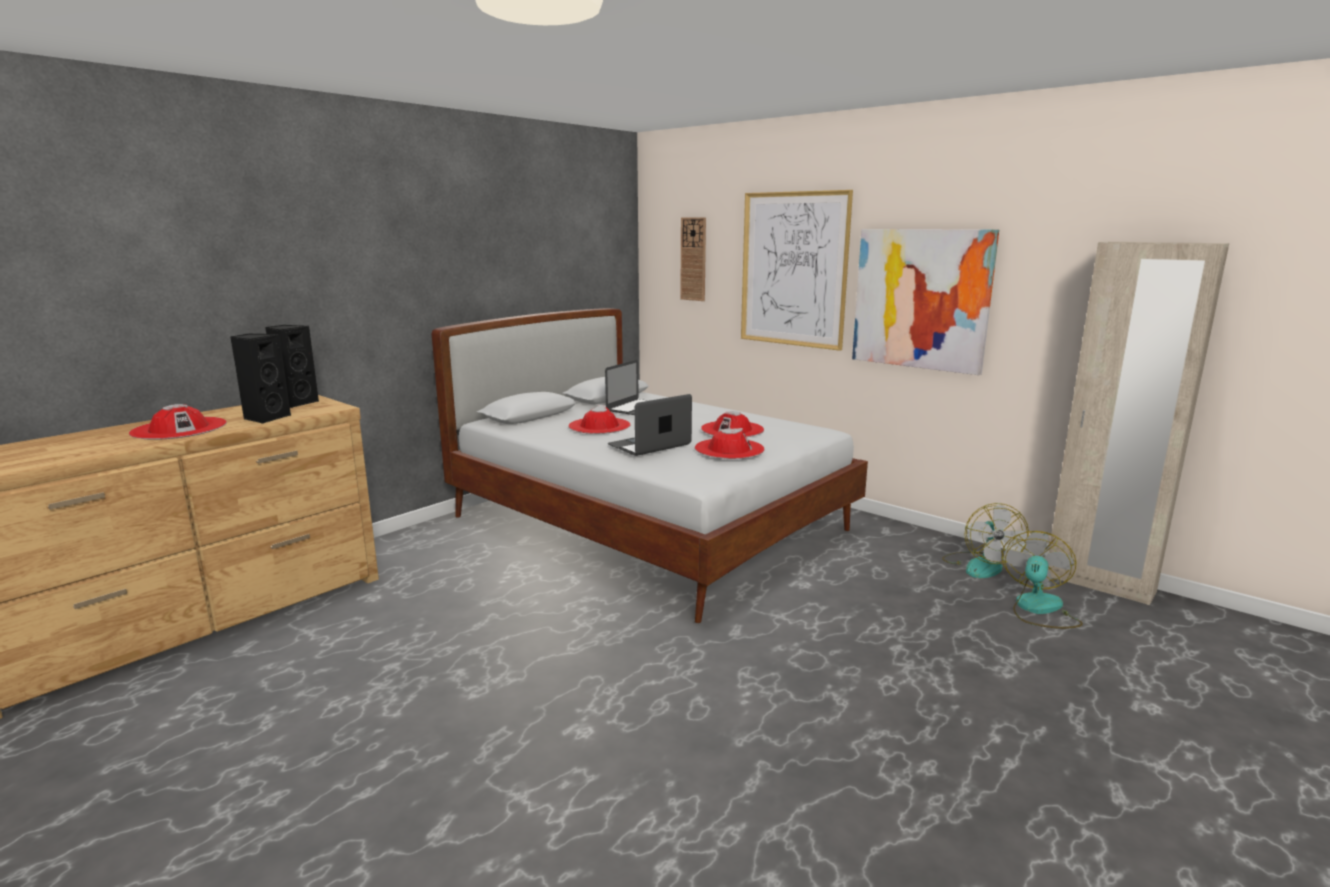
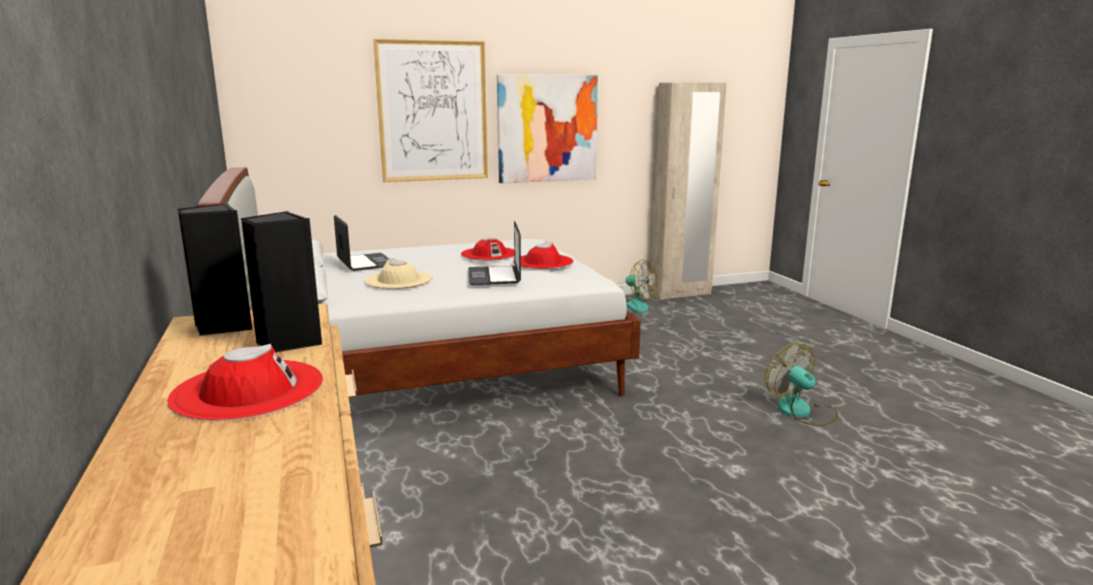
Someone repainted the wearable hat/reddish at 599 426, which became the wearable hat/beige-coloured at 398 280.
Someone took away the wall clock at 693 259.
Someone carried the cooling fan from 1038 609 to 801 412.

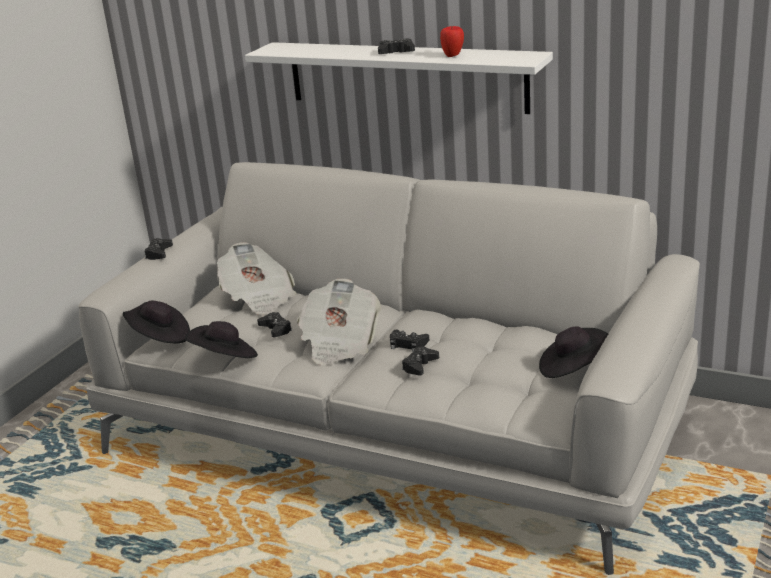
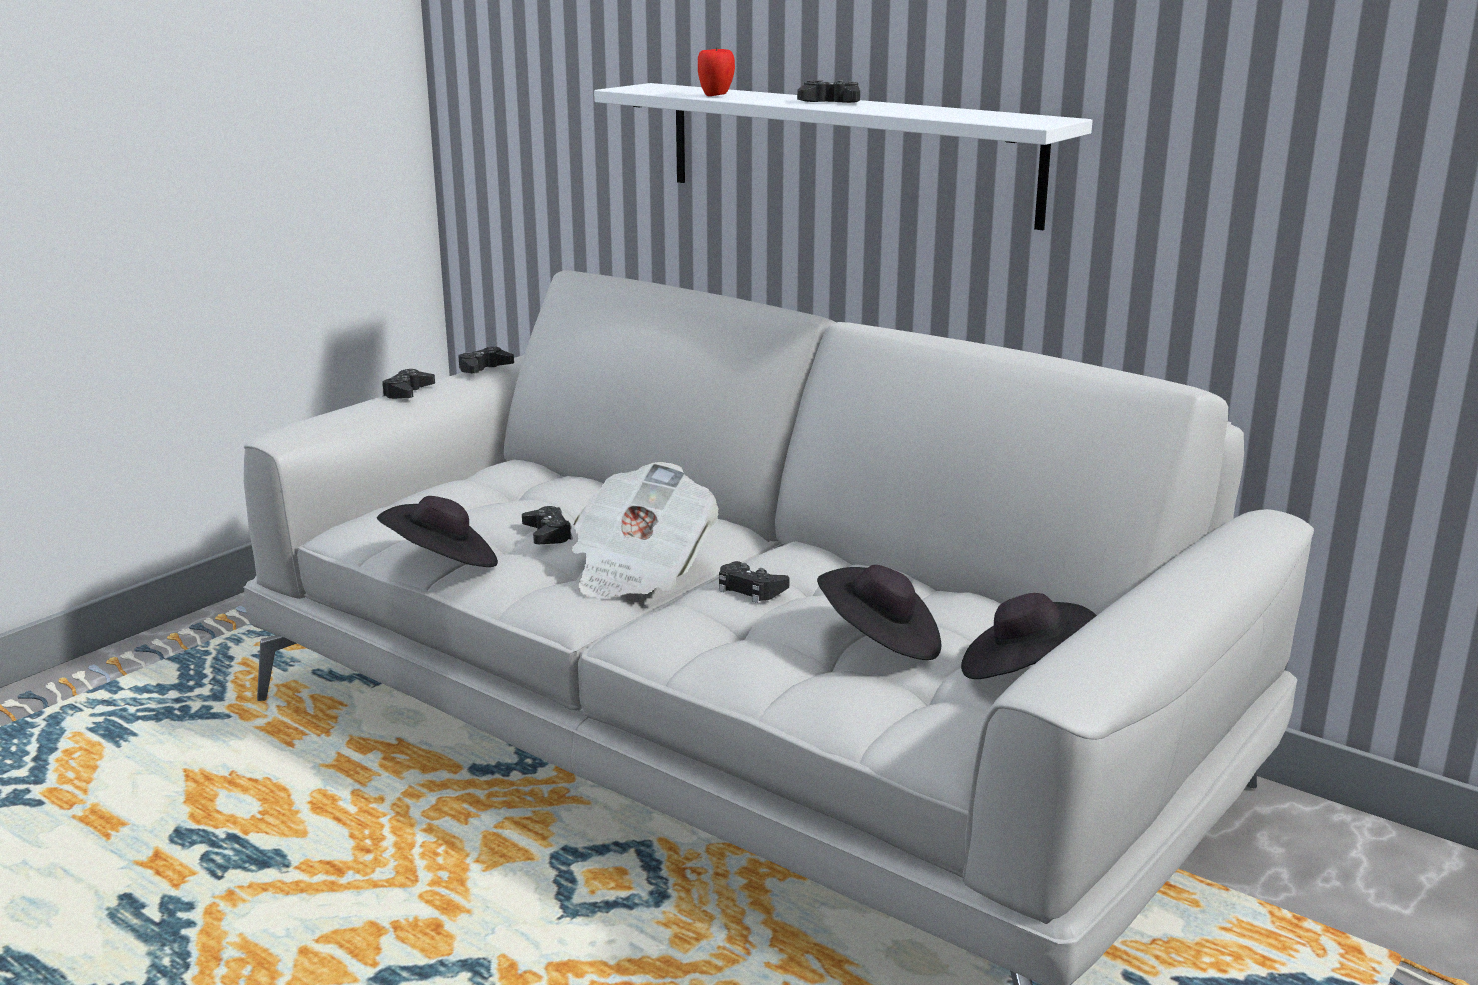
Someone carried the wearable hat/black-coloured from 160 337 to 880 642.
Someone took away the daily paper at 259 297.
Someone carried the game controller/black-coloured from 420 365 to 484 368.
Someone carried the whole apple from 453 55 to 716 95.

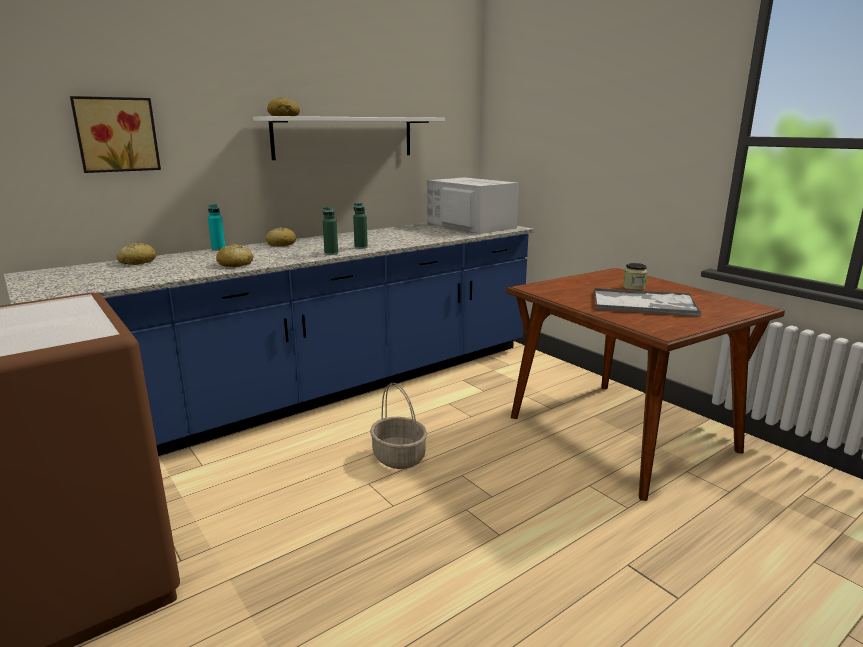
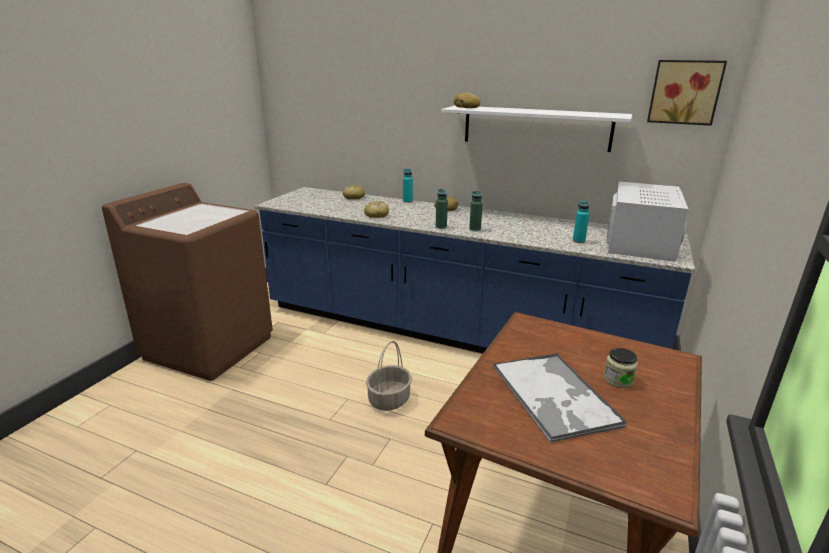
Someone carried the picture from 116 134 to 684 92.
Someone put down the beverage bottle/turquoise-coloured at 578 241.

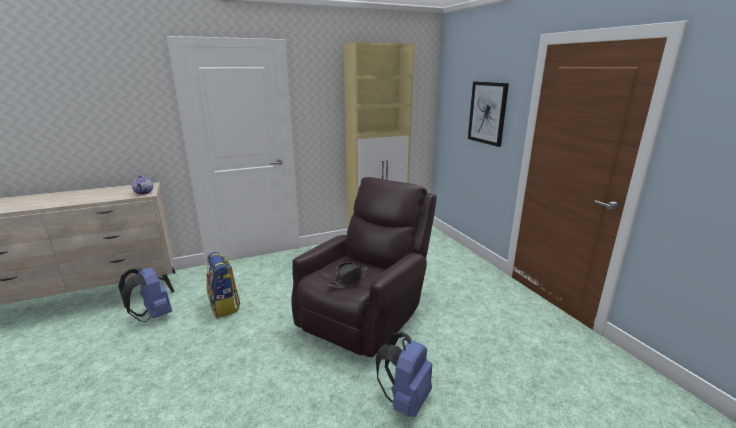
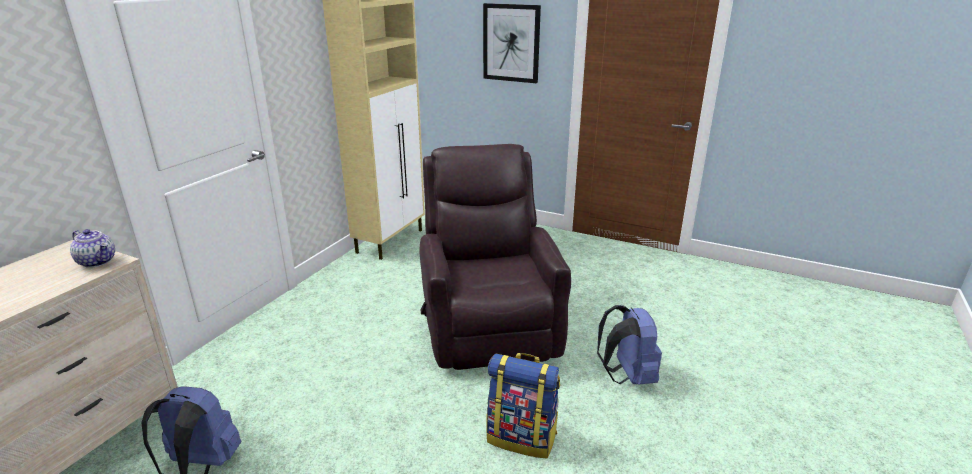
Someone carried the knapsack from 225 306 to 522 437.
Someone took away the wearable hat/black-coloured at 349 279.

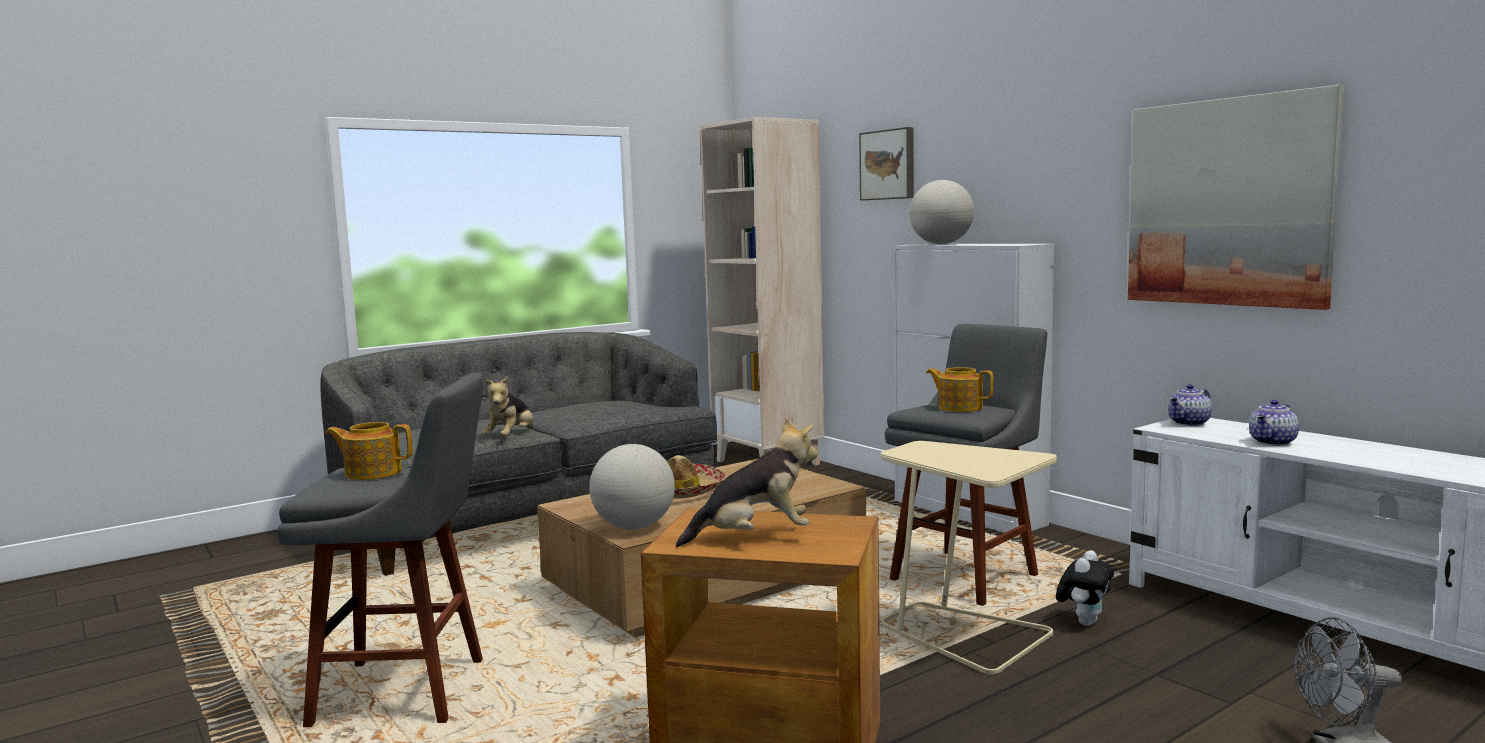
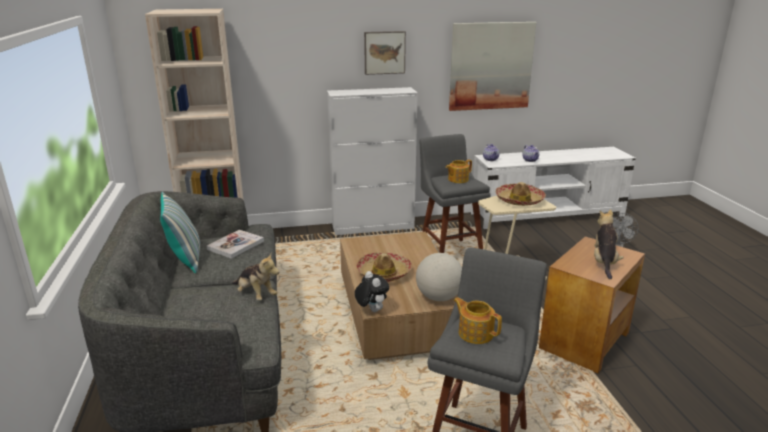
Someone rotated the teapot at 372 473 by 105 degrees clockwise.
Someone carried the picture from 888 164 to 384 52.
Someone took away the world globe at 941 244.
Someone carried the cuddly toy from 1084 622 to 371 310.
Someone put down the throw pillow at 185 259.
Someone put down the bound book at 235 245.
Someone put down the wearable hat at 519 200.

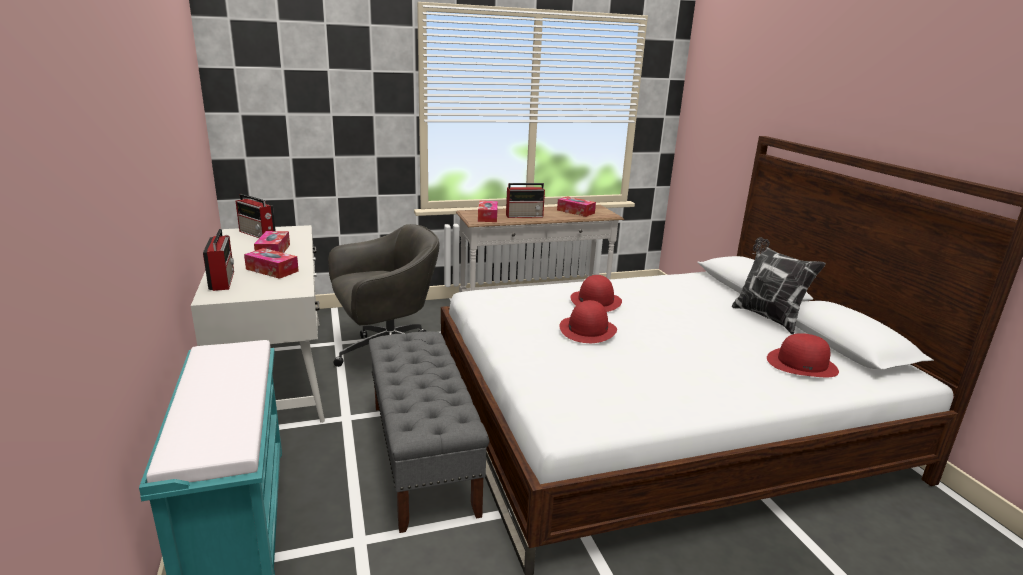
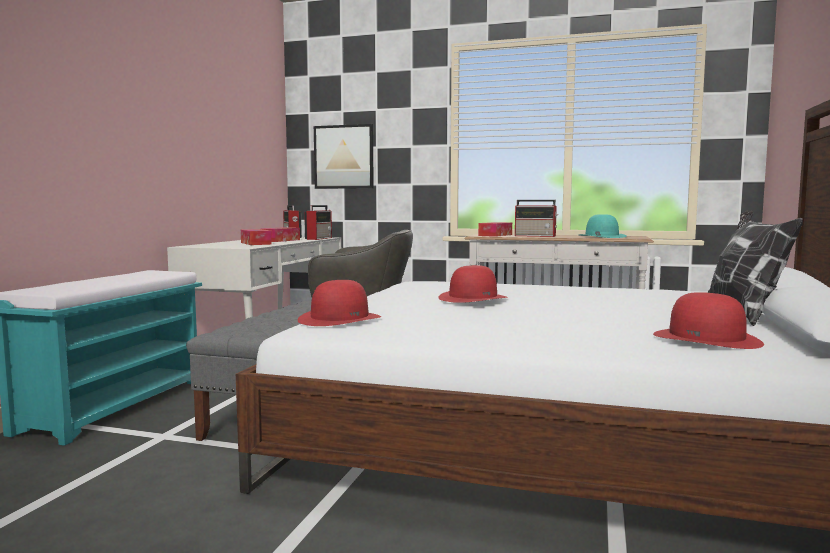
Someone carried the radio set from 222 280 to 319 238.
Someone swapped the tissue holder at 575 211 for the wearable hat/turquoise-coloured at 601 236.
Someone carried the wearable hat/reddish from 595 301 to 340 318.
Someone put up the picture at 344 157.

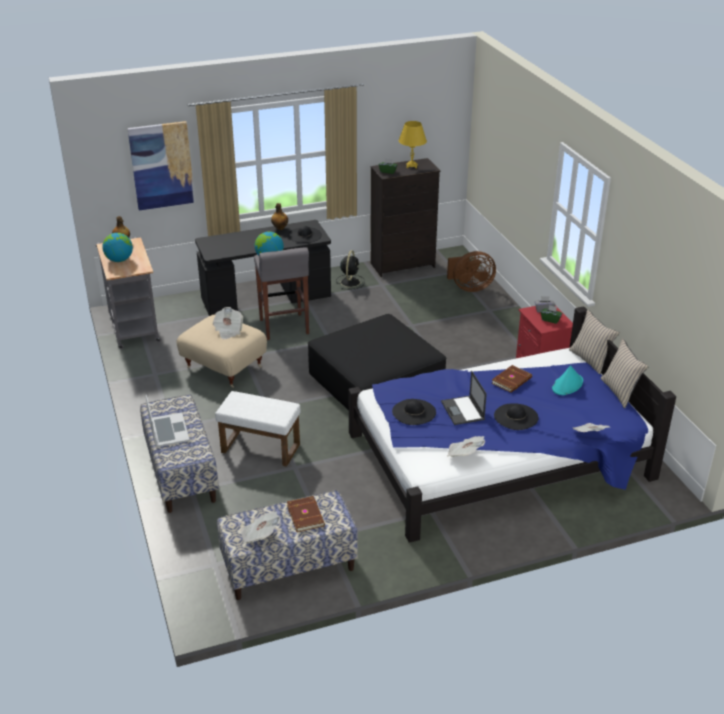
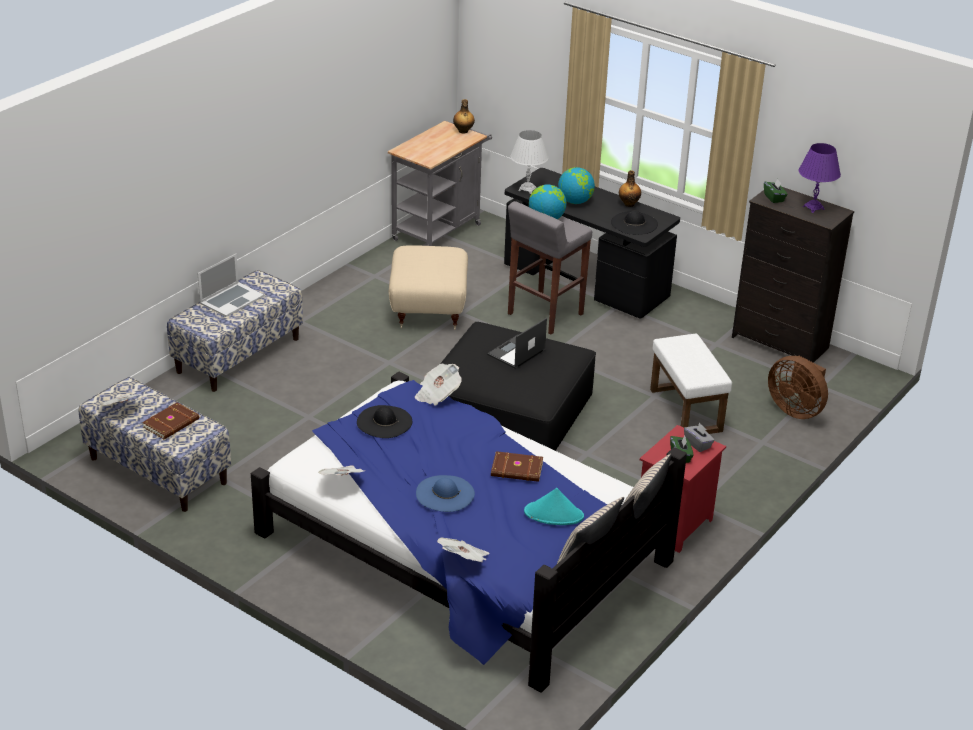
Someone carried the world globe from 119 260 to 575 201.
Someone took away the picture at 161 165.
Someone carried the daily paper from 228 331 to 437 394.
Someone carried the pouffe/whitish from 261 448 to 687 410.
Someone took away the cooling fan/black-coloured at 350 282.
Someone repainted the table lamp/yellow-coloured at 411 166, which became the table lamp/purplish at 813 208.
Someone carried the notebook computer from 463 411 to 516 353.
Someone repainted the wearable hat/black-coloured at 516 416, which became the wearable hat/bluish at 445 493.
Someone put down the table lamp/whitish at 527 189.

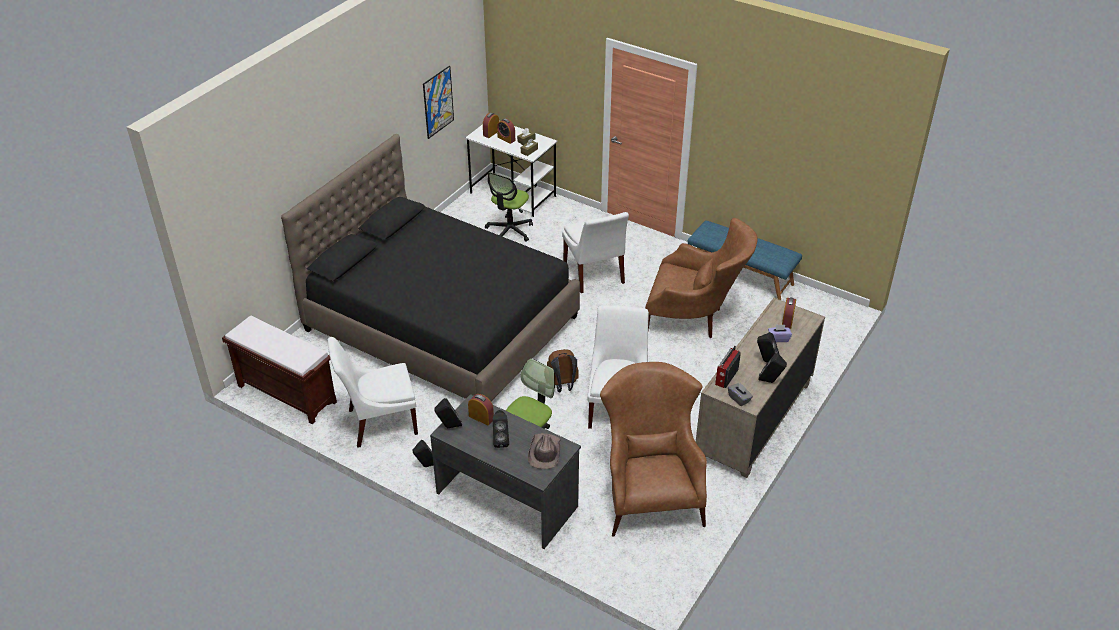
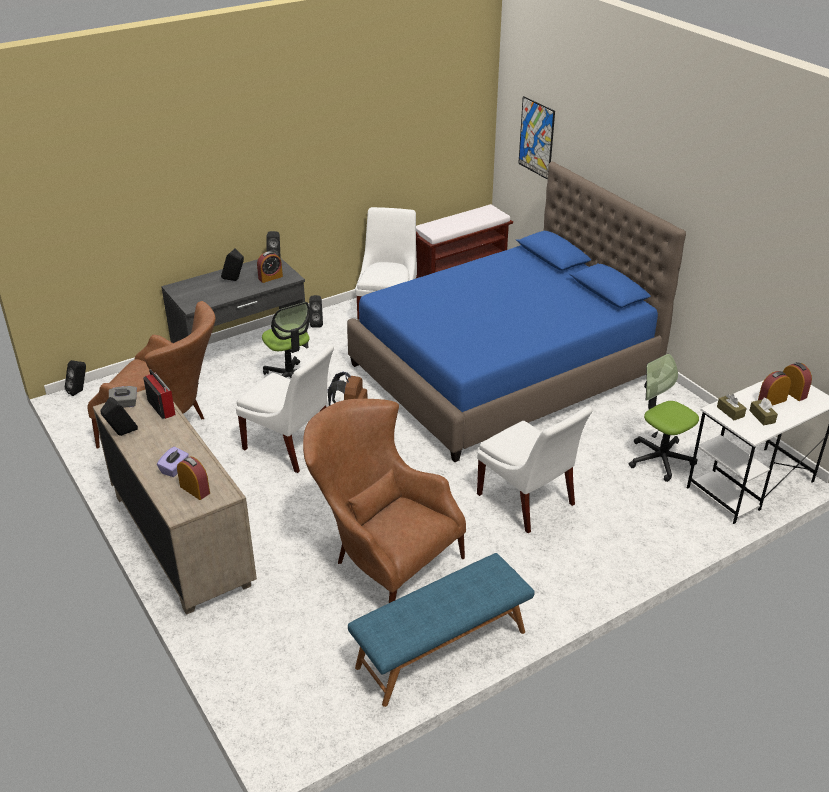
Someone repainted the bed/black-coloured at 441 323, which became the bed/bluish at 504 370.
Someone carried the picture from 438 102 to 536 138.
Someone took away the wearable hat/brownish at 544 452.
Someone rotated the plain chair/whitish at 594 274 by 135 degrees counterclockwise.
Someone rotated the easy chair/brownish at 694 319 by 90 degrees clockwise.
Someone carried the speaker/black-coloured from 766 361 to 79 391.

